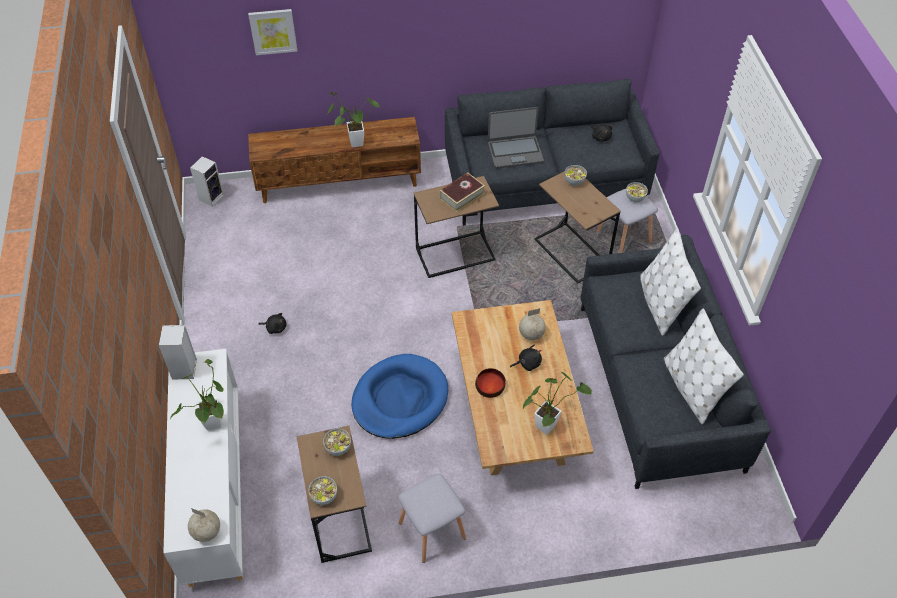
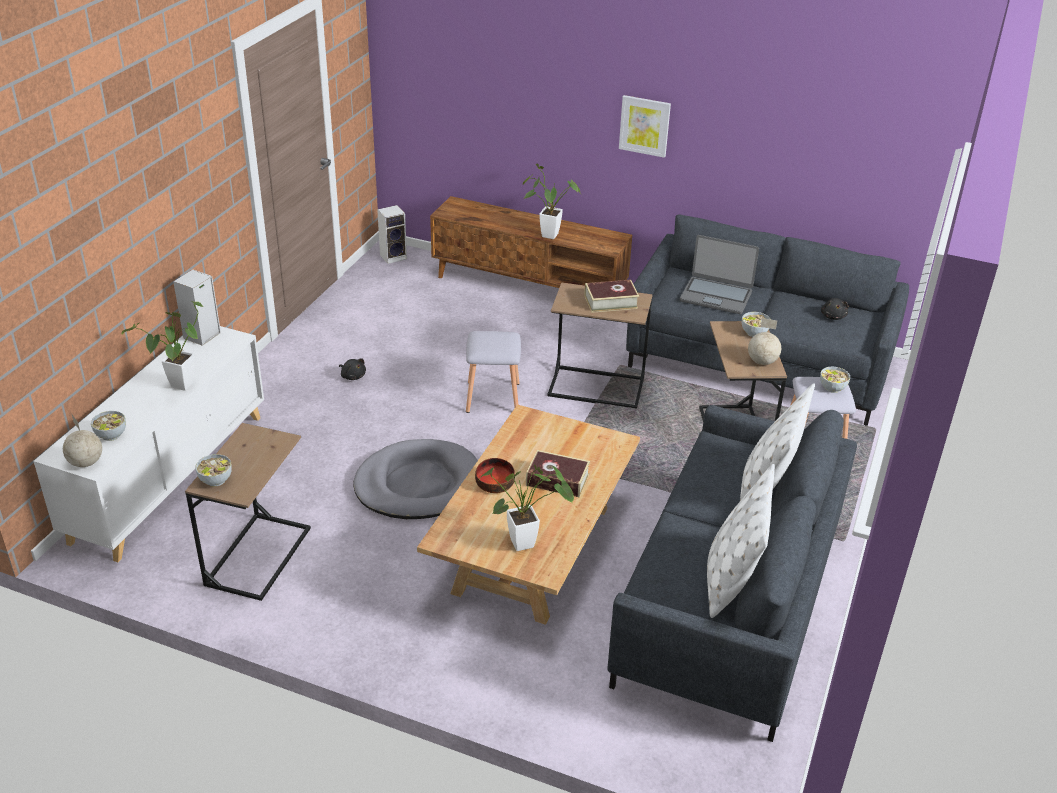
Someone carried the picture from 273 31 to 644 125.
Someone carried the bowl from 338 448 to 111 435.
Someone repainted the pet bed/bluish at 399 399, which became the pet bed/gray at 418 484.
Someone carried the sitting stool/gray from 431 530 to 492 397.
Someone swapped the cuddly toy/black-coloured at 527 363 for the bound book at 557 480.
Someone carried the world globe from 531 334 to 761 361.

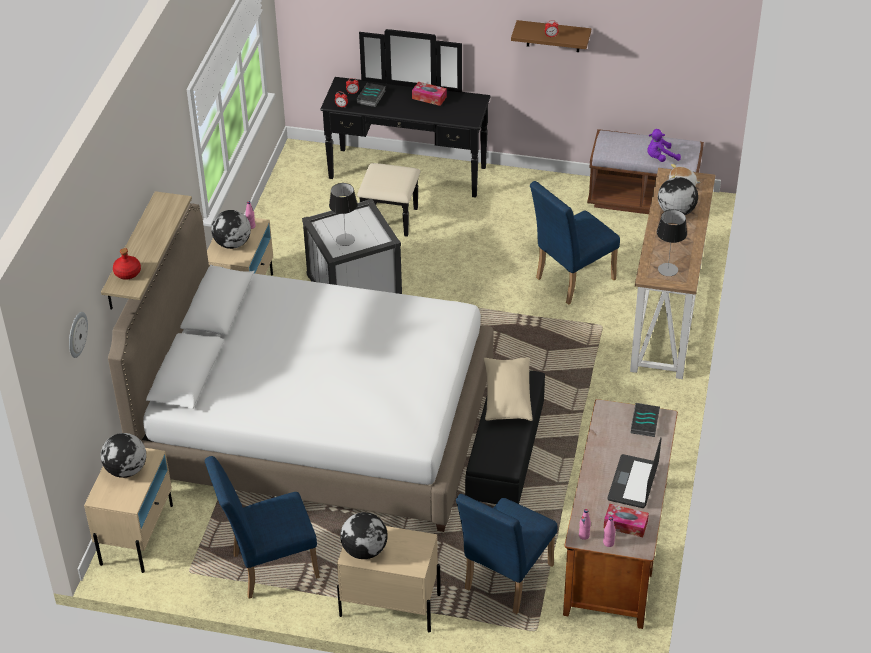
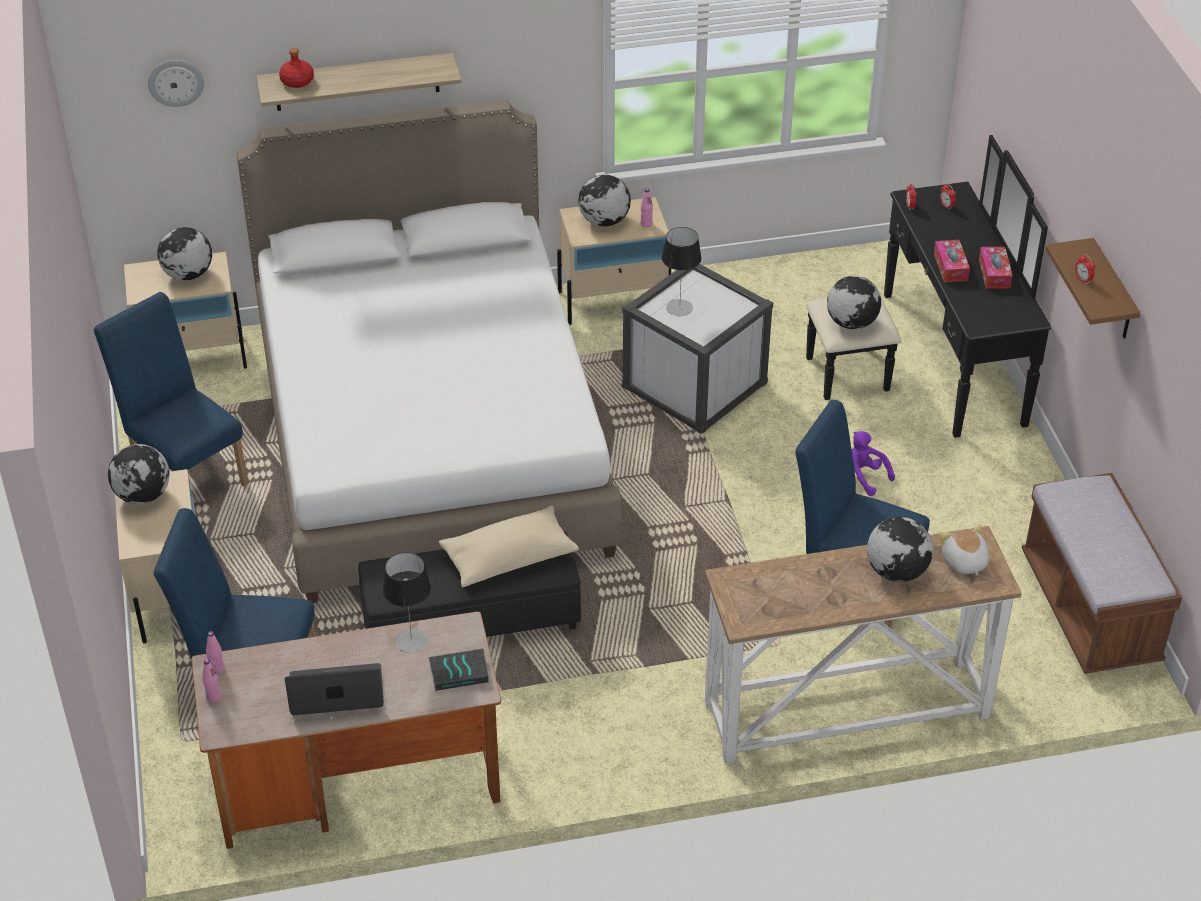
Someone took away the bound book at 371 97.
Someone carried the tissue holder from 625 524 to 950 267.
Someone carried the cuddly toy/purplish from 660 158 to 863 477.
Someone carried the table lamp from 667 269 to 411 641.
Someone put down the world globe at 851 322.

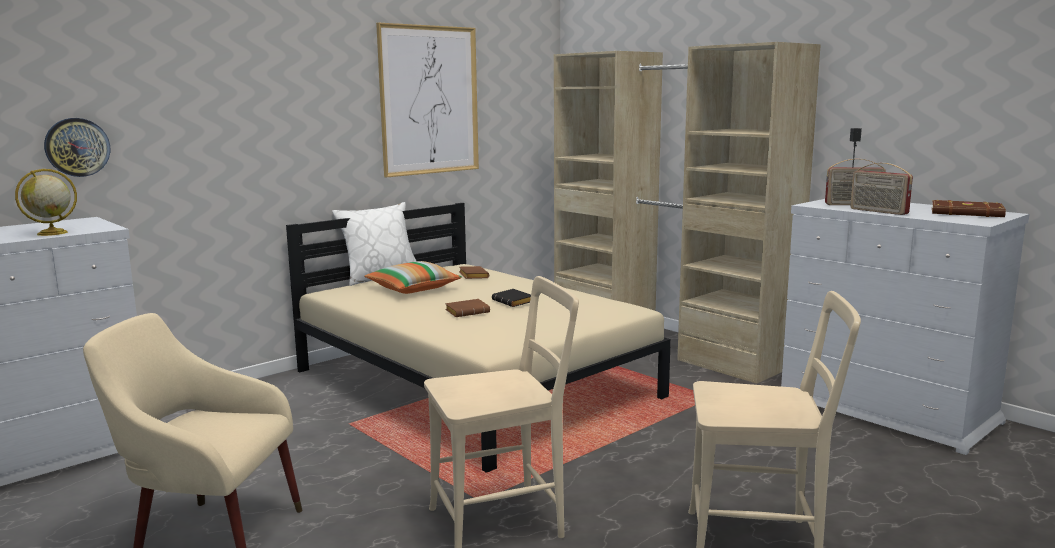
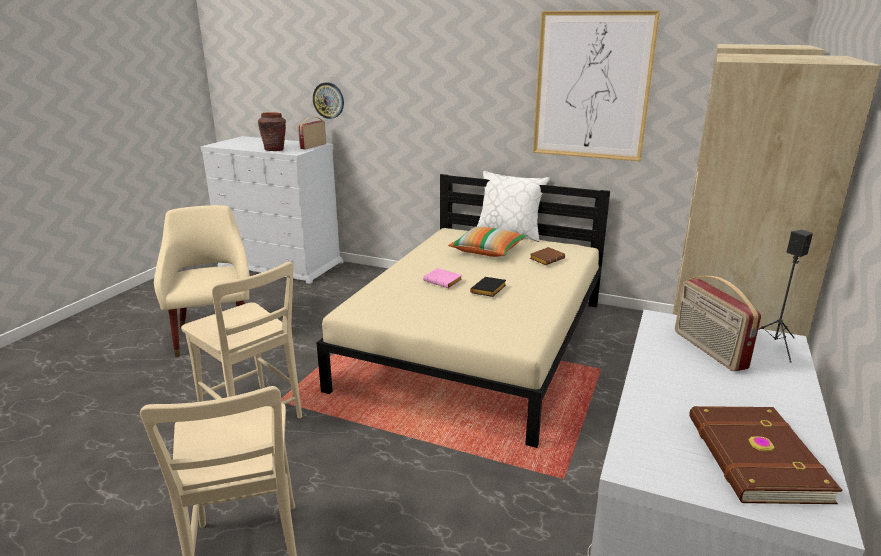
Someone swapped the world globe at 51 233 for the vase/brownish at 274 149.
Someone repainted the bound book/brownish at 468 312, which became the bound book/pinkish at 444 281.
Someone carried the radio set from 878 211 to 313 146.

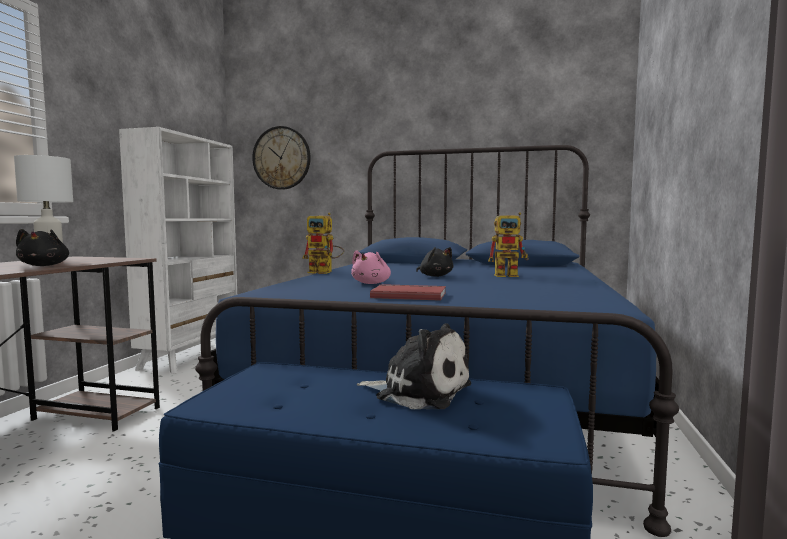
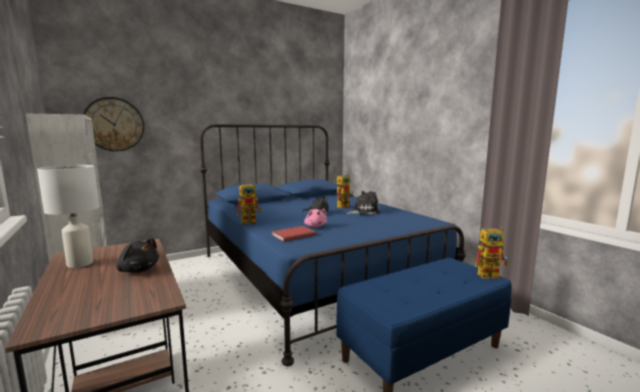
Someone carried the cuddly toy from 419 391 to 363 212.
Someone carried the bound book/reddish from 409 295 to 293 235.
Someone put down the model robot at 491 275.

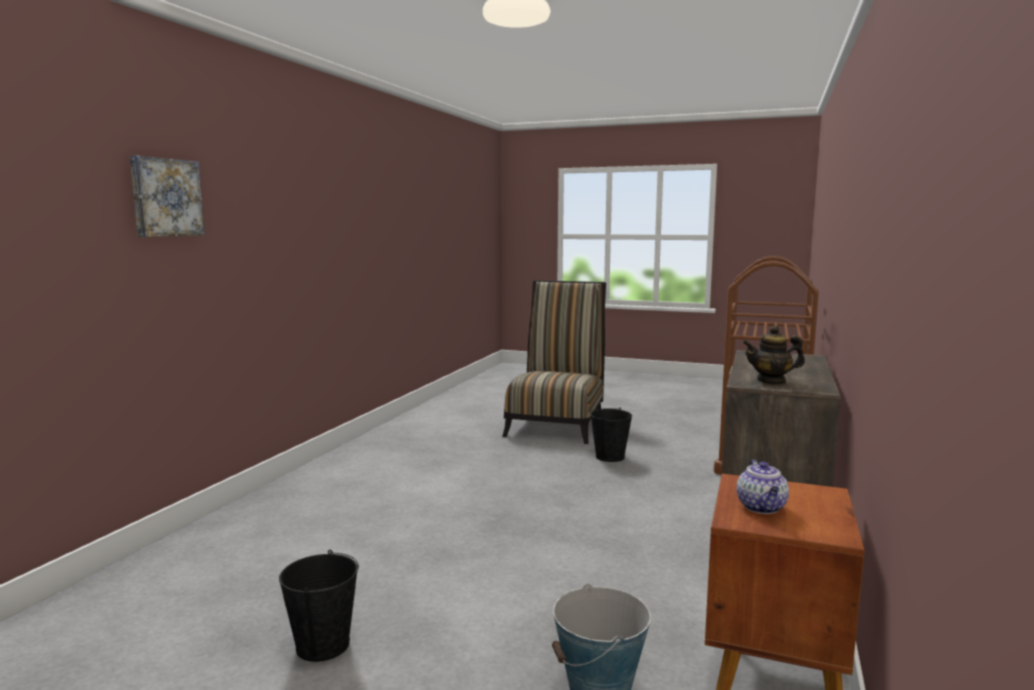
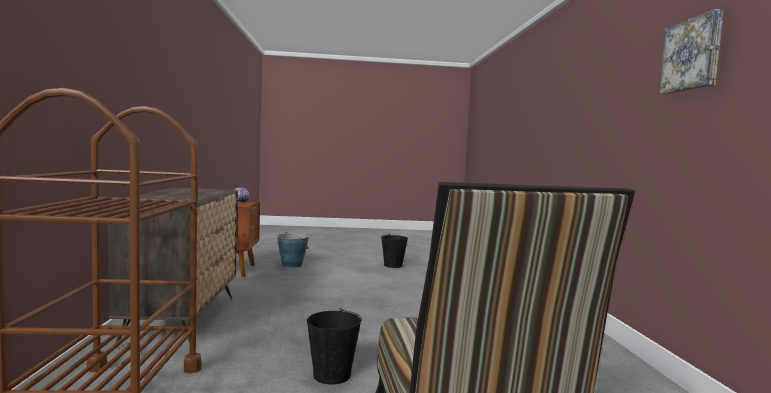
Someone carried the picture from 165 197 to 692 55.
Someone took away the teapot at 771 381.

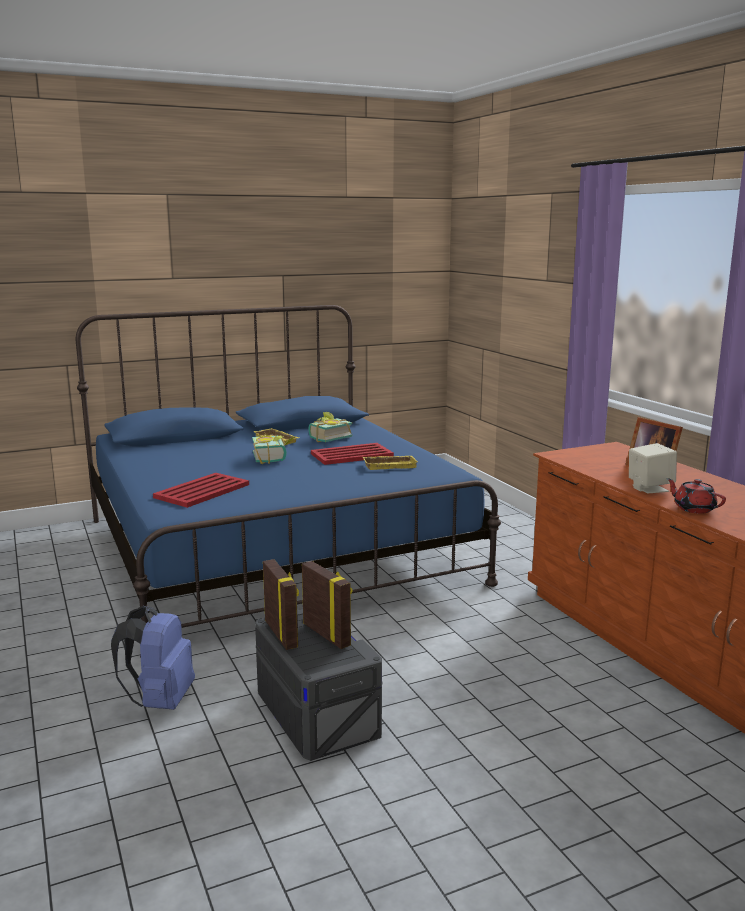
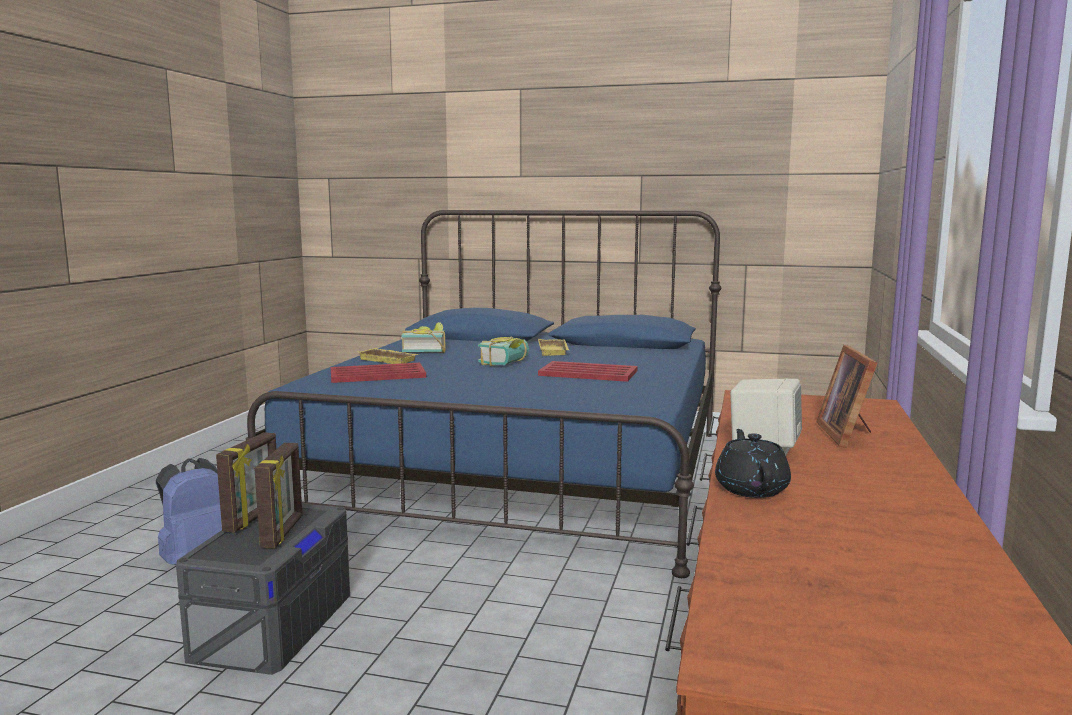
Someone carried the bound book from 328 438 to 425 351.
Someone carried the carrying tray/yellow-coloured from 390 465 to 389 360.
Someone repainted the teapot/reddish at 693 509, which became the teapot/black-coloured at 751 488.

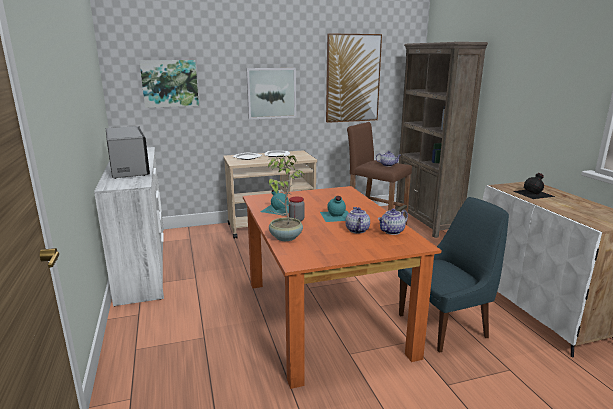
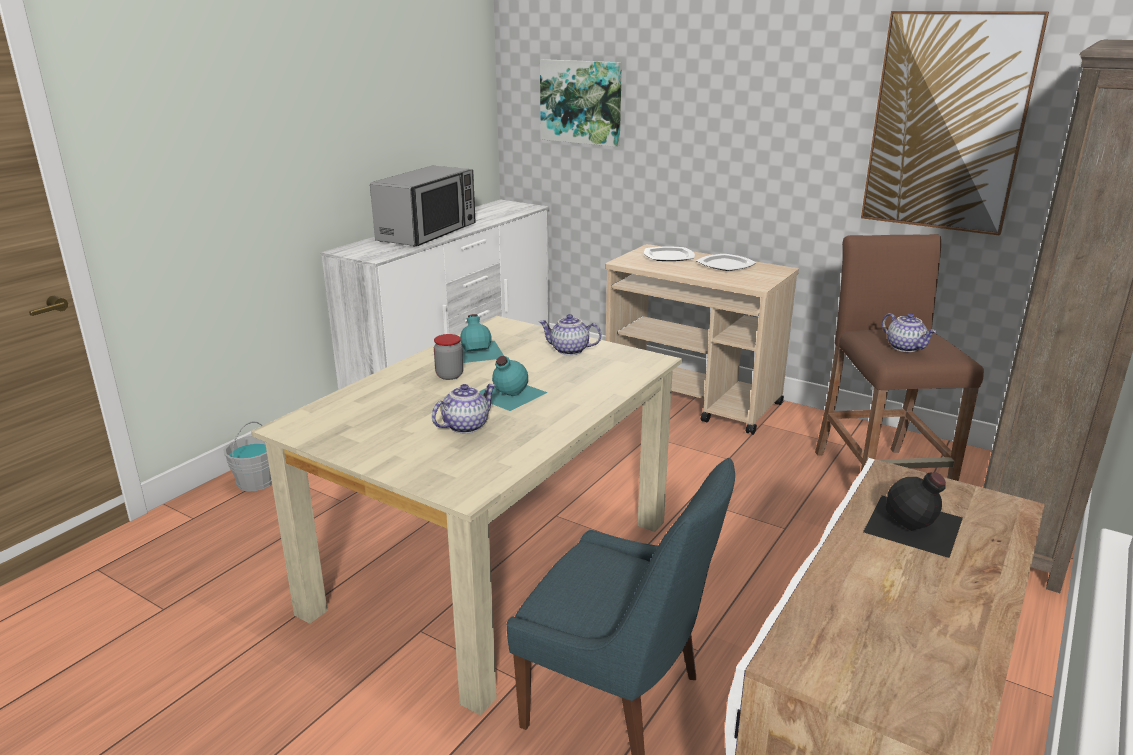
Someone repainted the dinner table/orangey at 326 316, which became the dinner table/beige-coloured at 494 567.
Someone took away the picture at 271 93.
Someone took away the potted plant at 285 237.
Someone carried the teapot from 392 232 to 569 350.
Someone put down the water bucket/gray at 255 482.

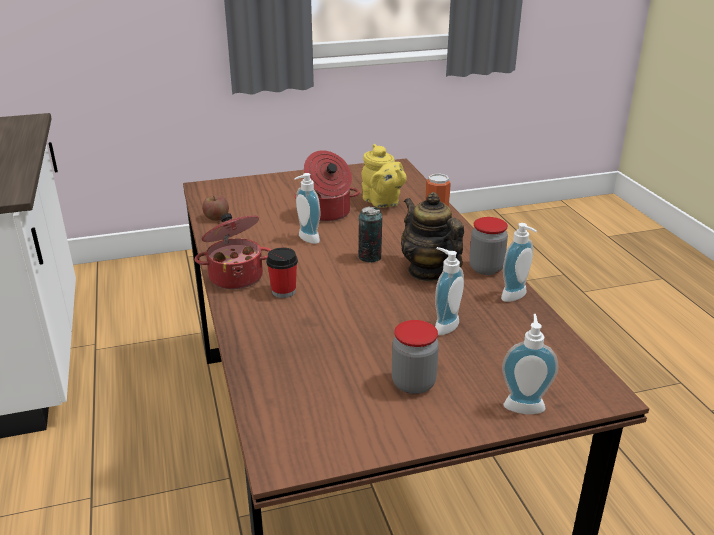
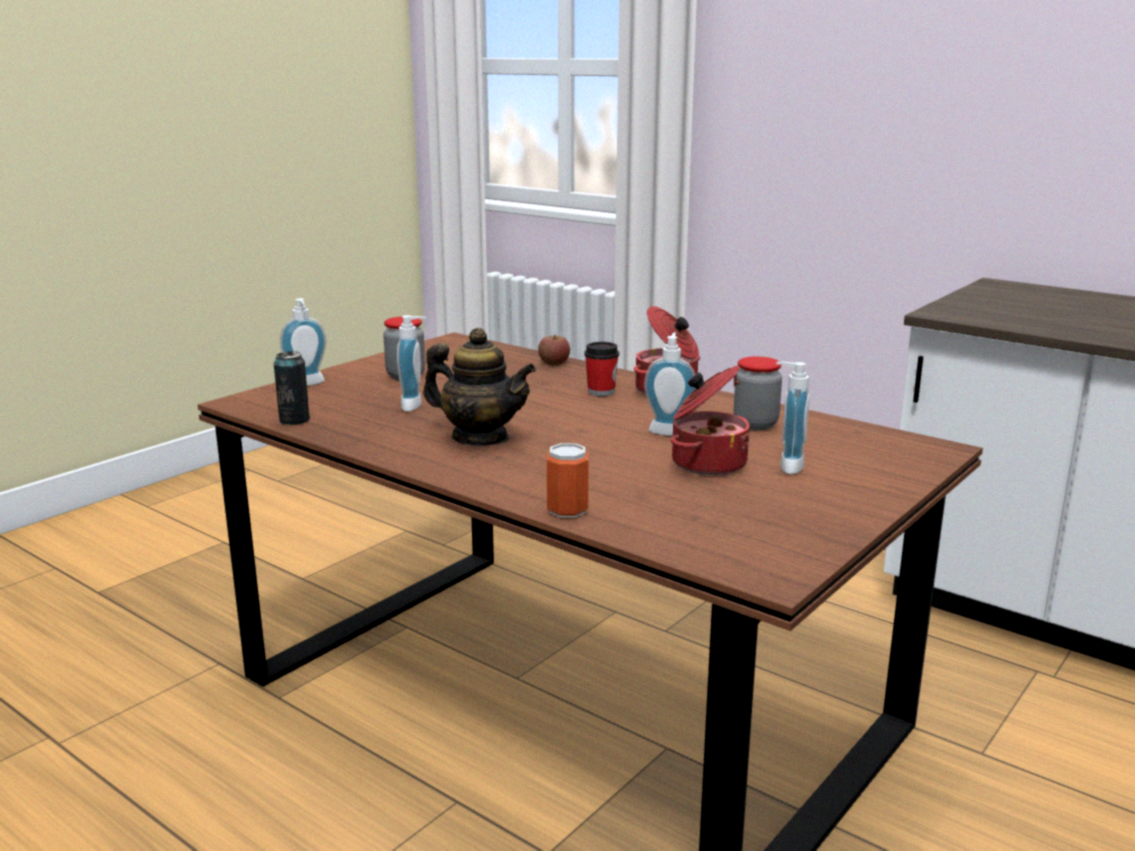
Someone carried the whole apple from 216 217 to 554 363.
Someone carried the can from 370 257 to 294 420.
Someone took away the teapot/yellow-coloured at 382 202.
Someone carried the storage jar from 486 268 to 755 424.
Someone carried the soap bottle from 516 297 to 786 466.

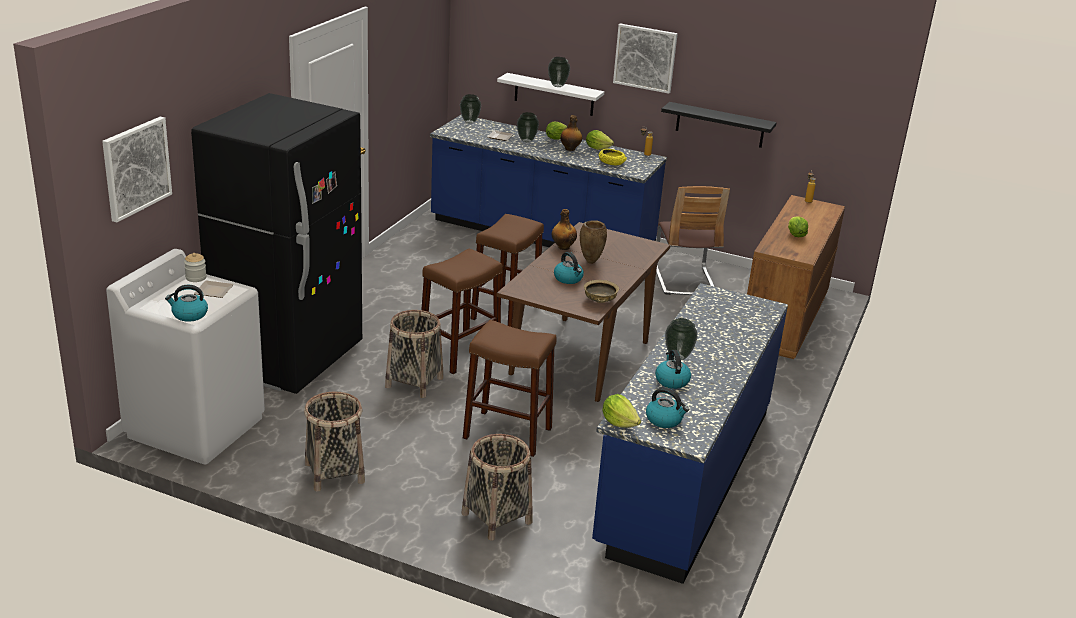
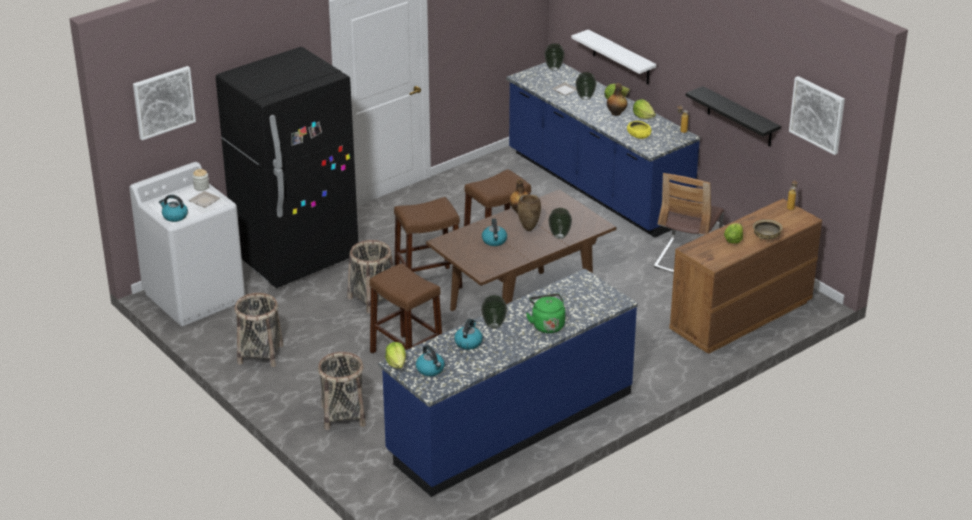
Someone carried the vase from 558 85 to 560 236.
Someone carried the bowl/beige-coloured from 600 300 to 766 237.
Someone carried the picture from 645 58 to 817 114.
Someone put down the kettle/greenish at 547 325.

